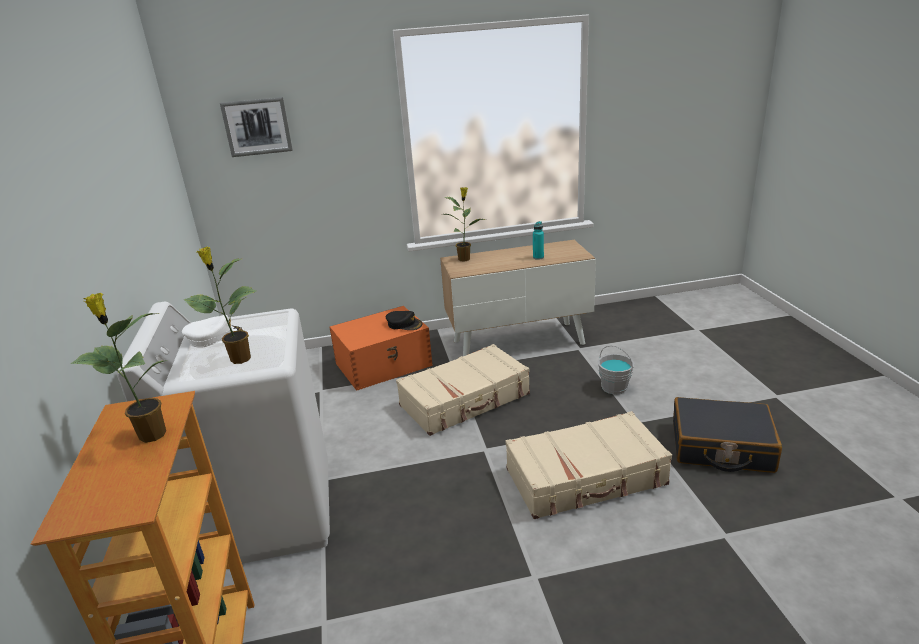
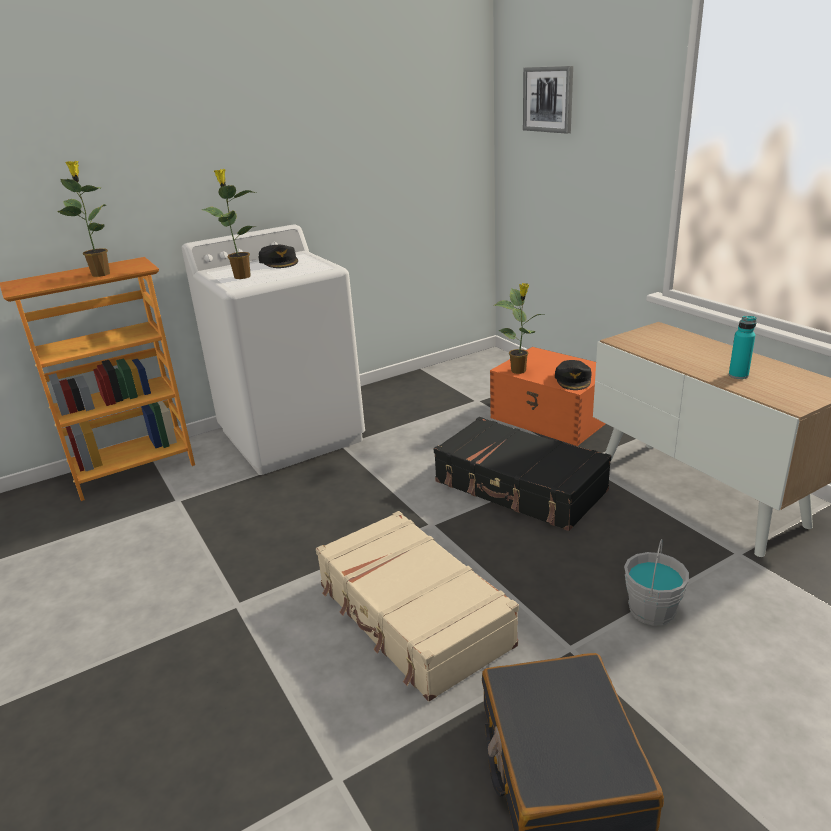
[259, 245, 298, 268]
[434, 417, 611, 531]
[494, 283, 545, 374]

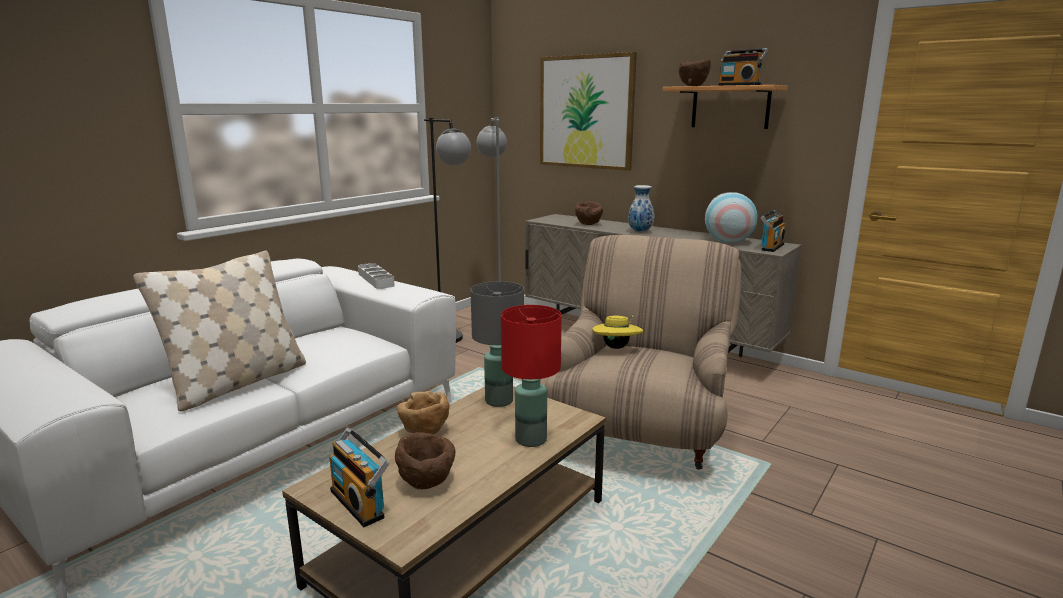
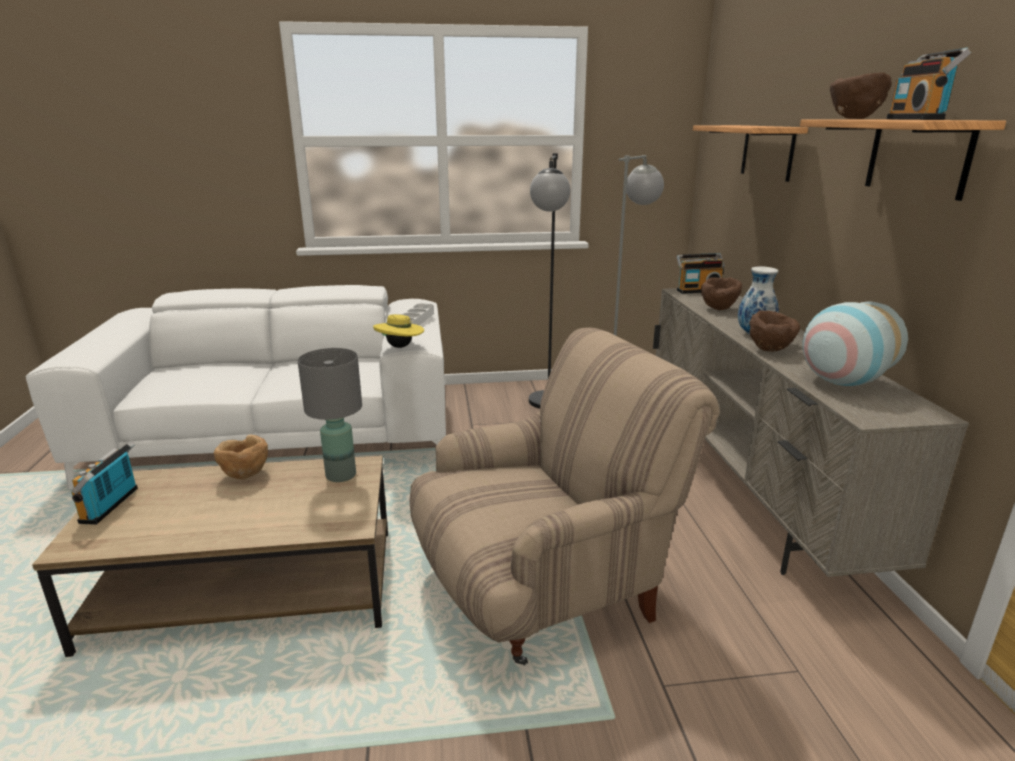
[373, 314, 424, 348]
[676, 253, 725, 294]
[693, 125, 808, 182]
[749, 310, 800, 352]
[133, 250, 306, 411] (first image)
[501, 305, 562, 447] (first image)

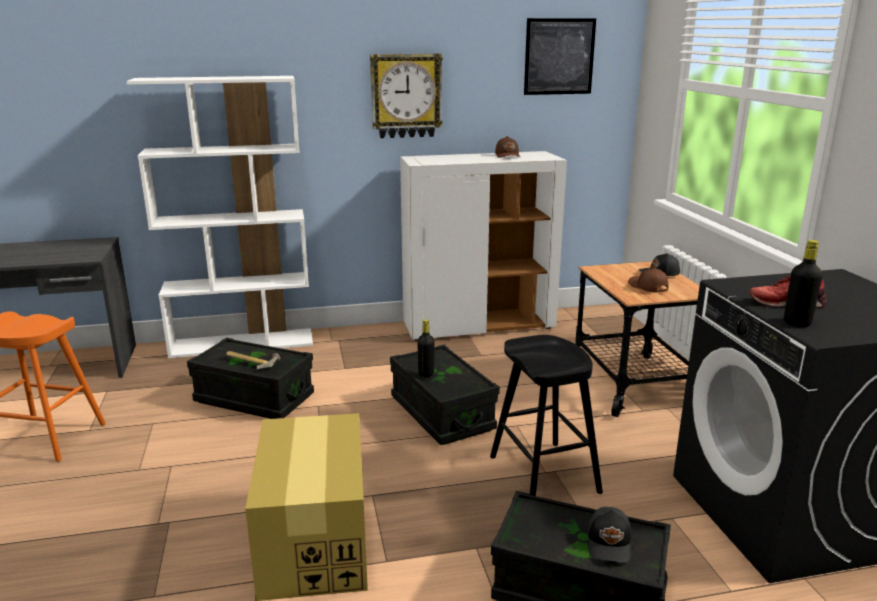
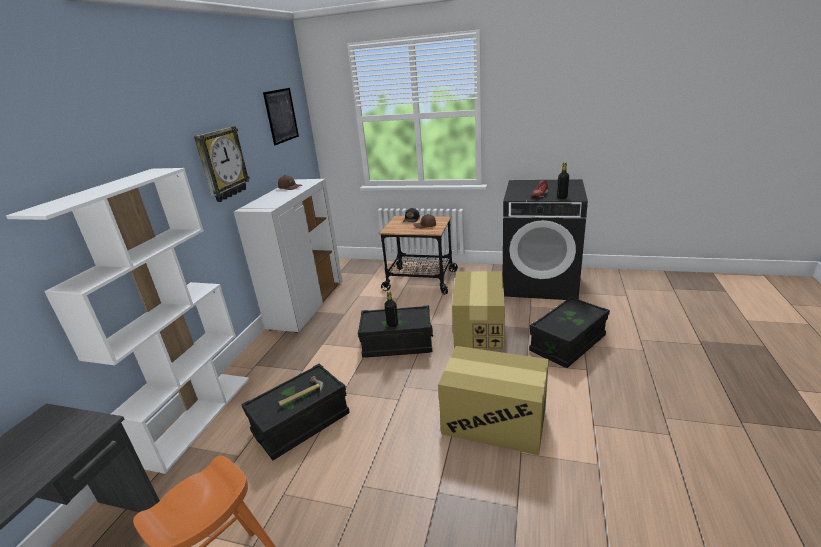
[452, 271, 505, 349]
[588, 507, 631, 563] (first image)

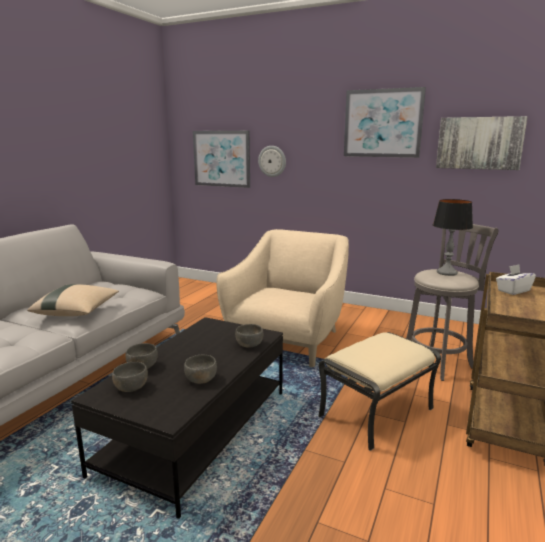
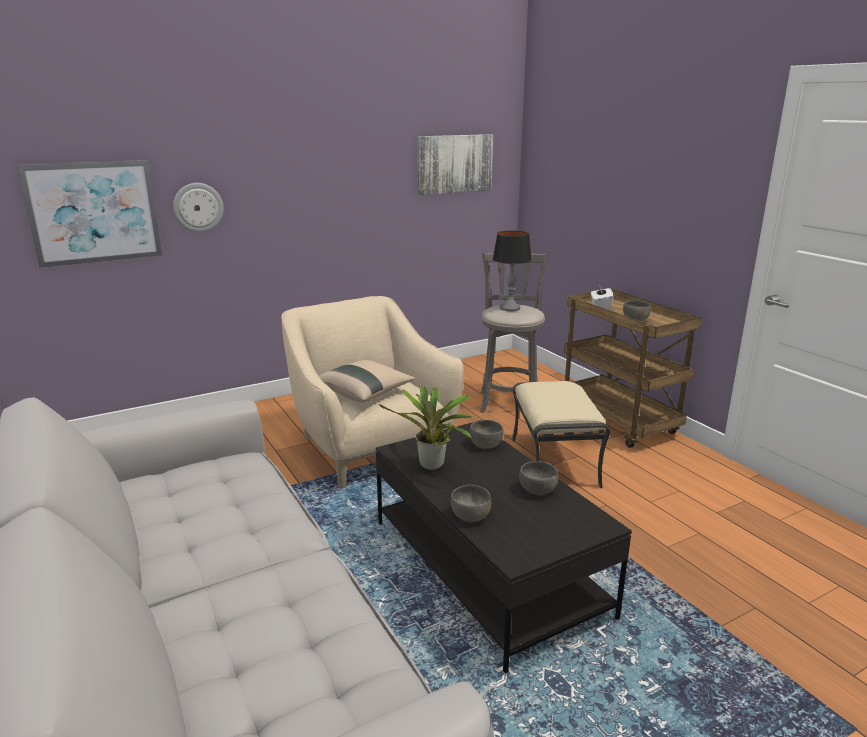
[319, 360, 415, 402]
[379, 386, 472, 470]
[623, 300, 651, 321]
[344, 87, 426, 158] (first image)

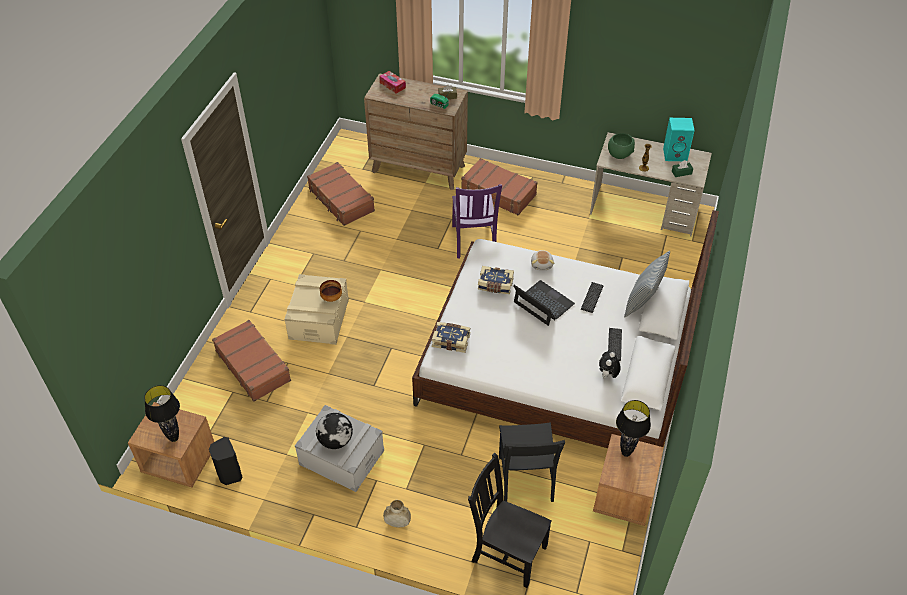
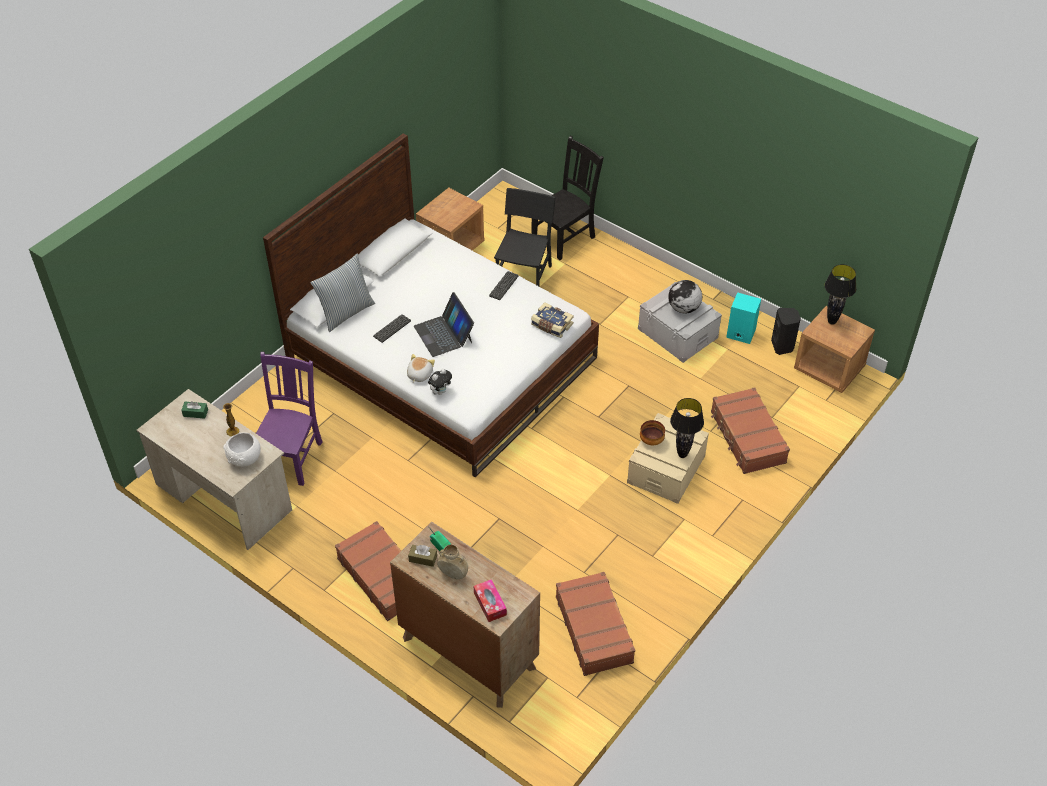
[223, 432, 261, 467]
[256, 352, 323, 486]
[428, 368, 452, 395]
[437, 544, 468, 579]
[489, 271, 519, 300]
[531, 136, 604, 260]
[670, 398, 704, 458]
[726, 292, 761, 344]
[478, 266, 514, 294] (first image)

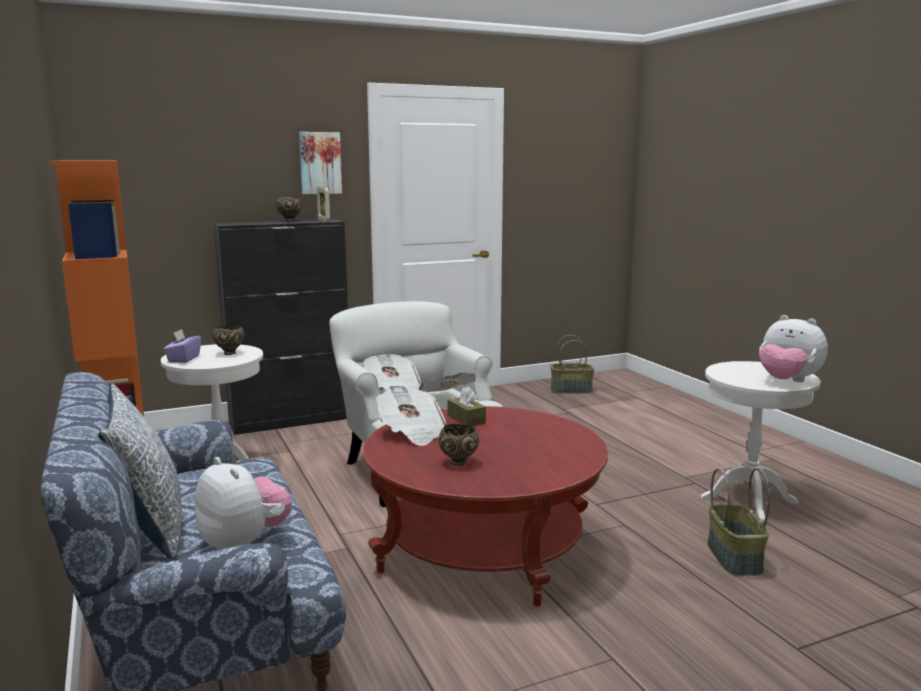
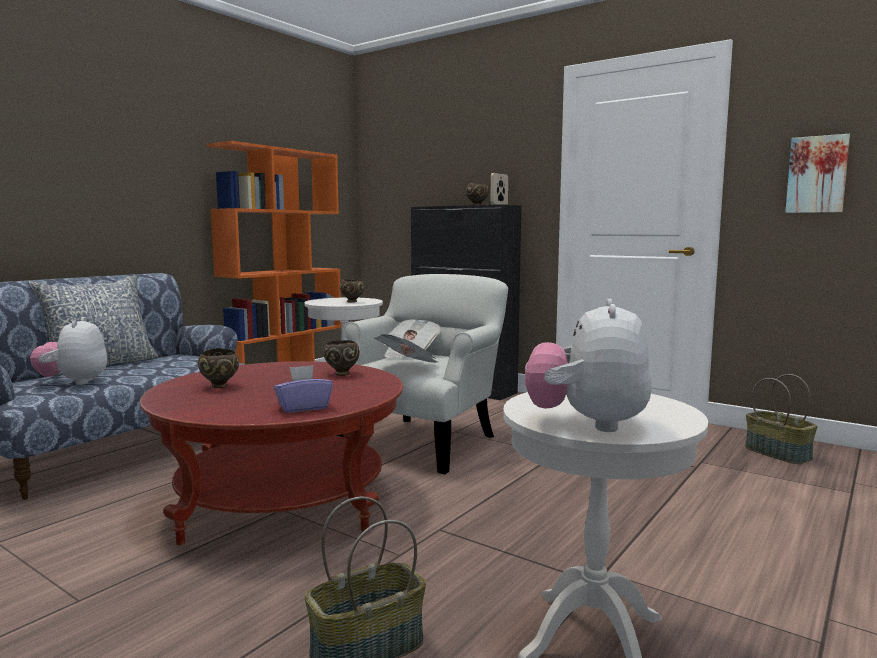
[30, 317, 107, 385]
[274, 365, 333, 413]
[323, 340, 360, 376]
[785, 134, 850, 213]
[376, 384, 446, 446] (first image)

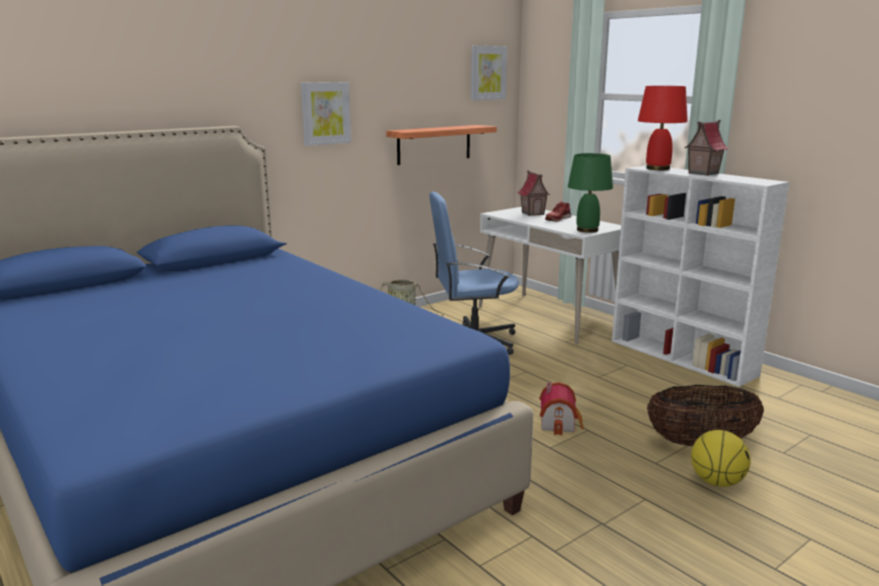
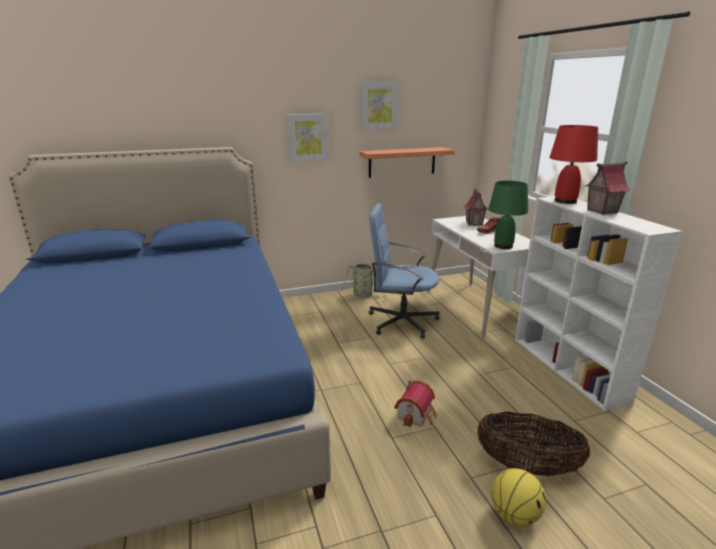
[361, 82, 399, 130]

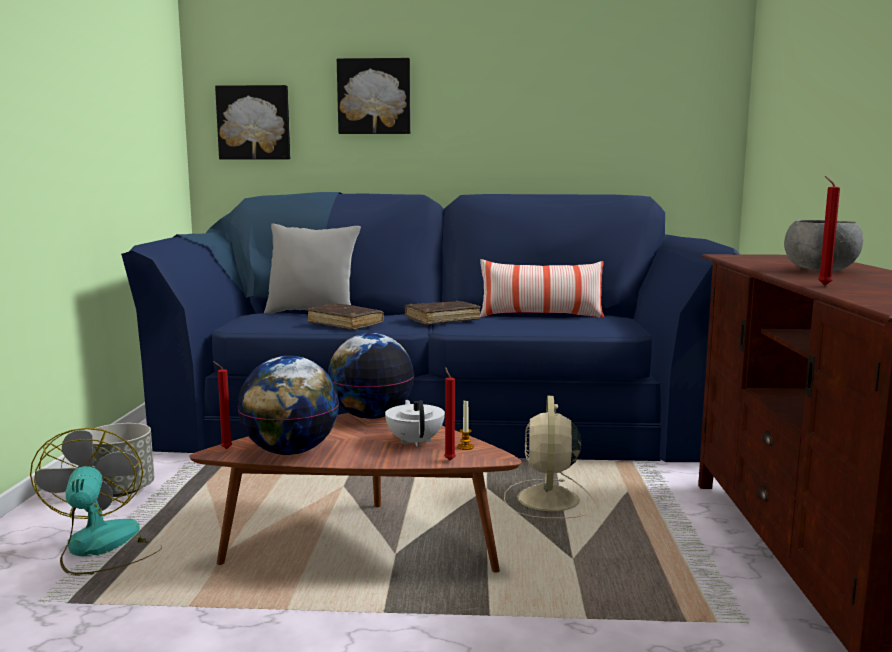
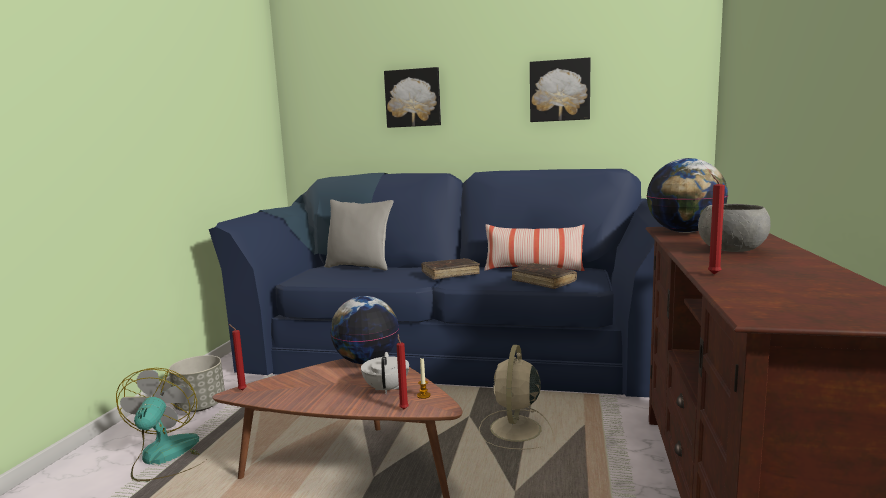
[511, 263, 577, 289]
[530, 58, 590, 122]
[646, 158, 728, 233]

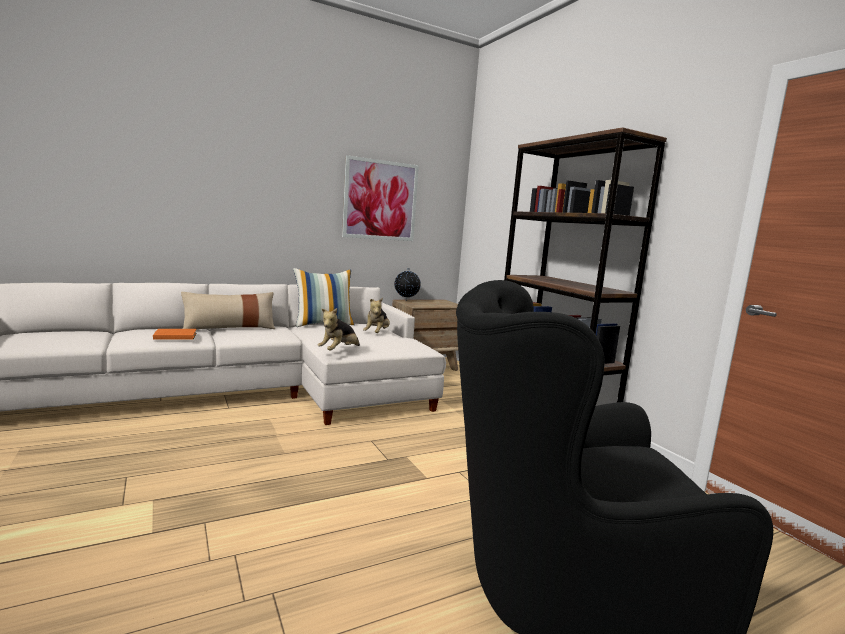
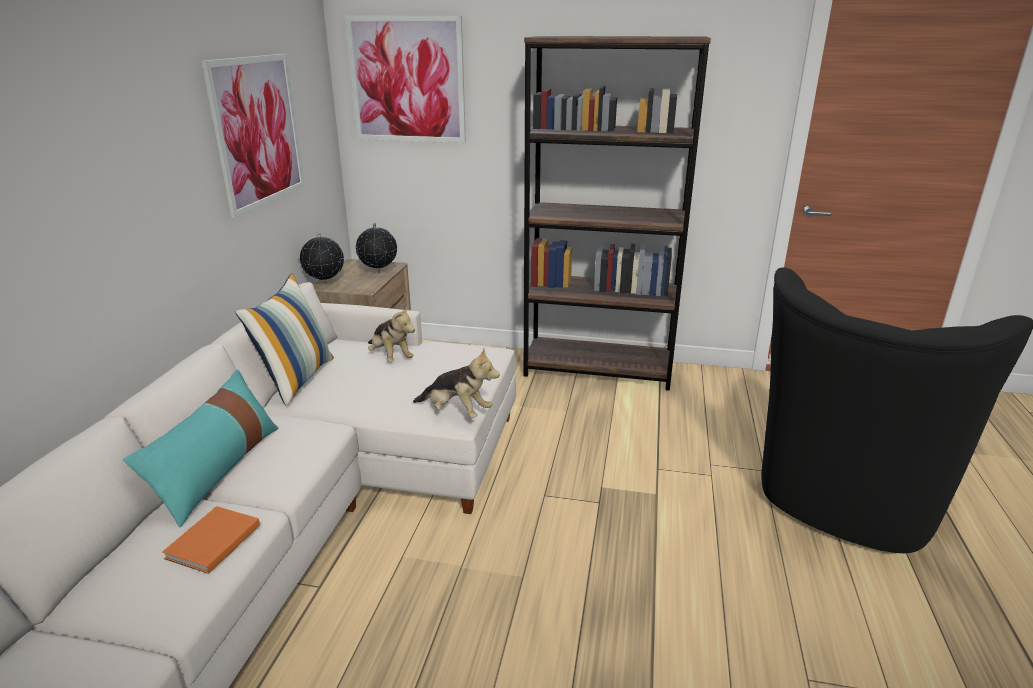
[123, 369, 279, 527]
[345, 16, 466, 143]
[356, 223, 397, 273]
[413, 348, 500, 418]

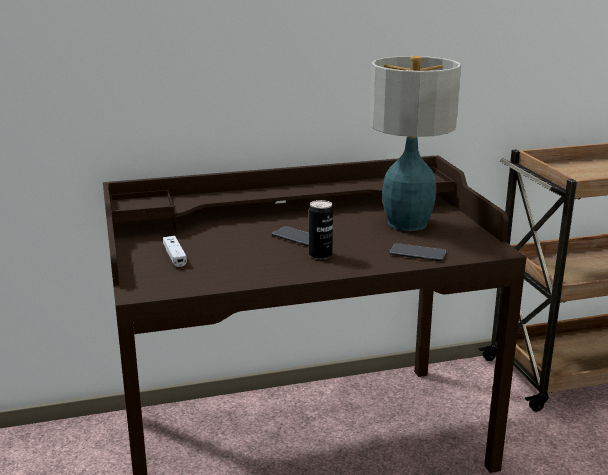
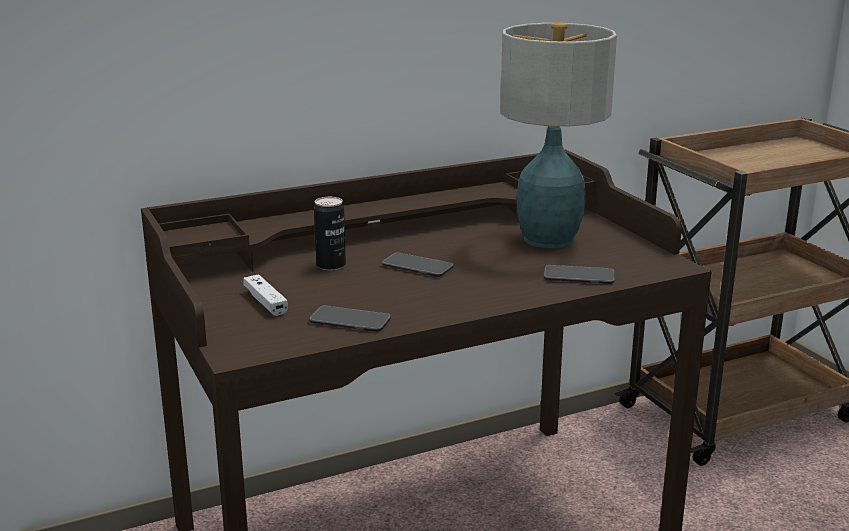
[309, 305, 391, 332]
[314, 197, 346, 271]

